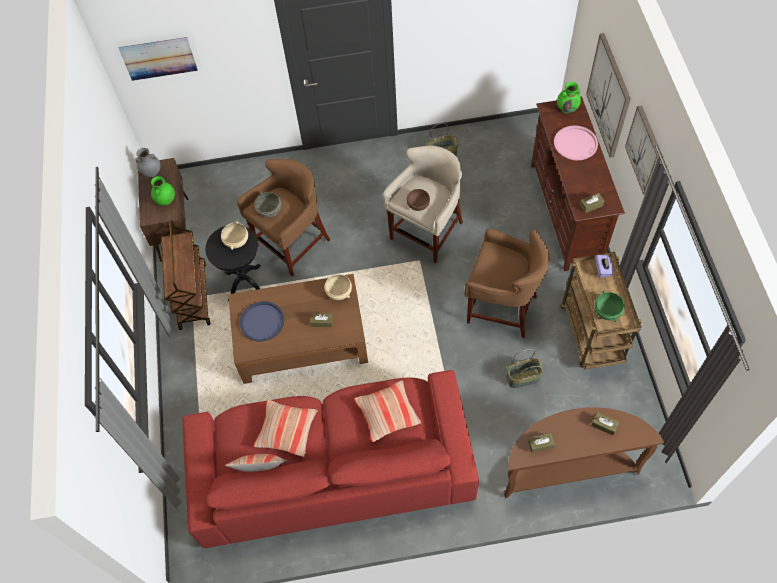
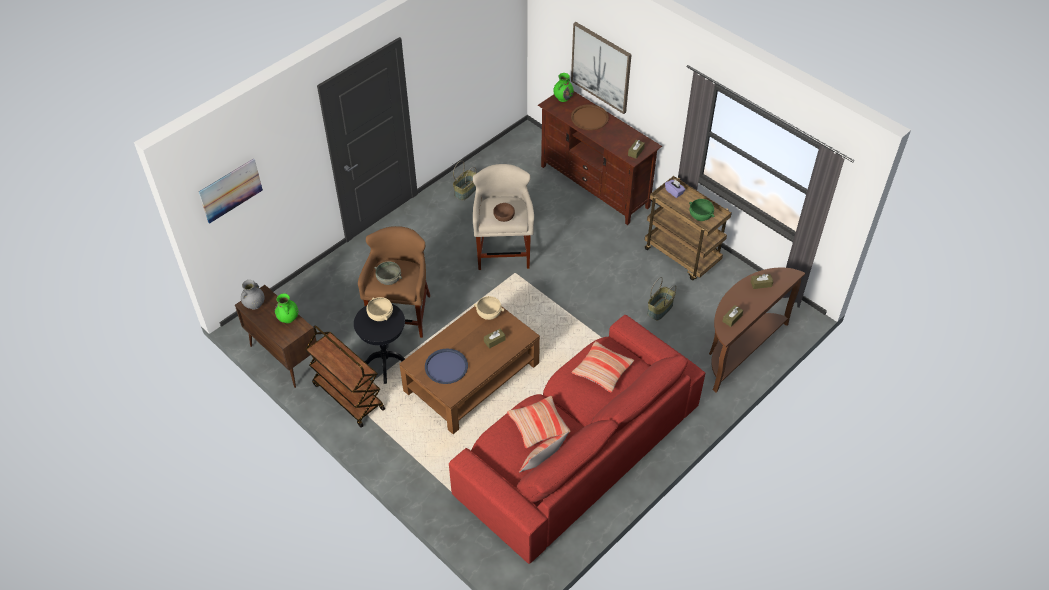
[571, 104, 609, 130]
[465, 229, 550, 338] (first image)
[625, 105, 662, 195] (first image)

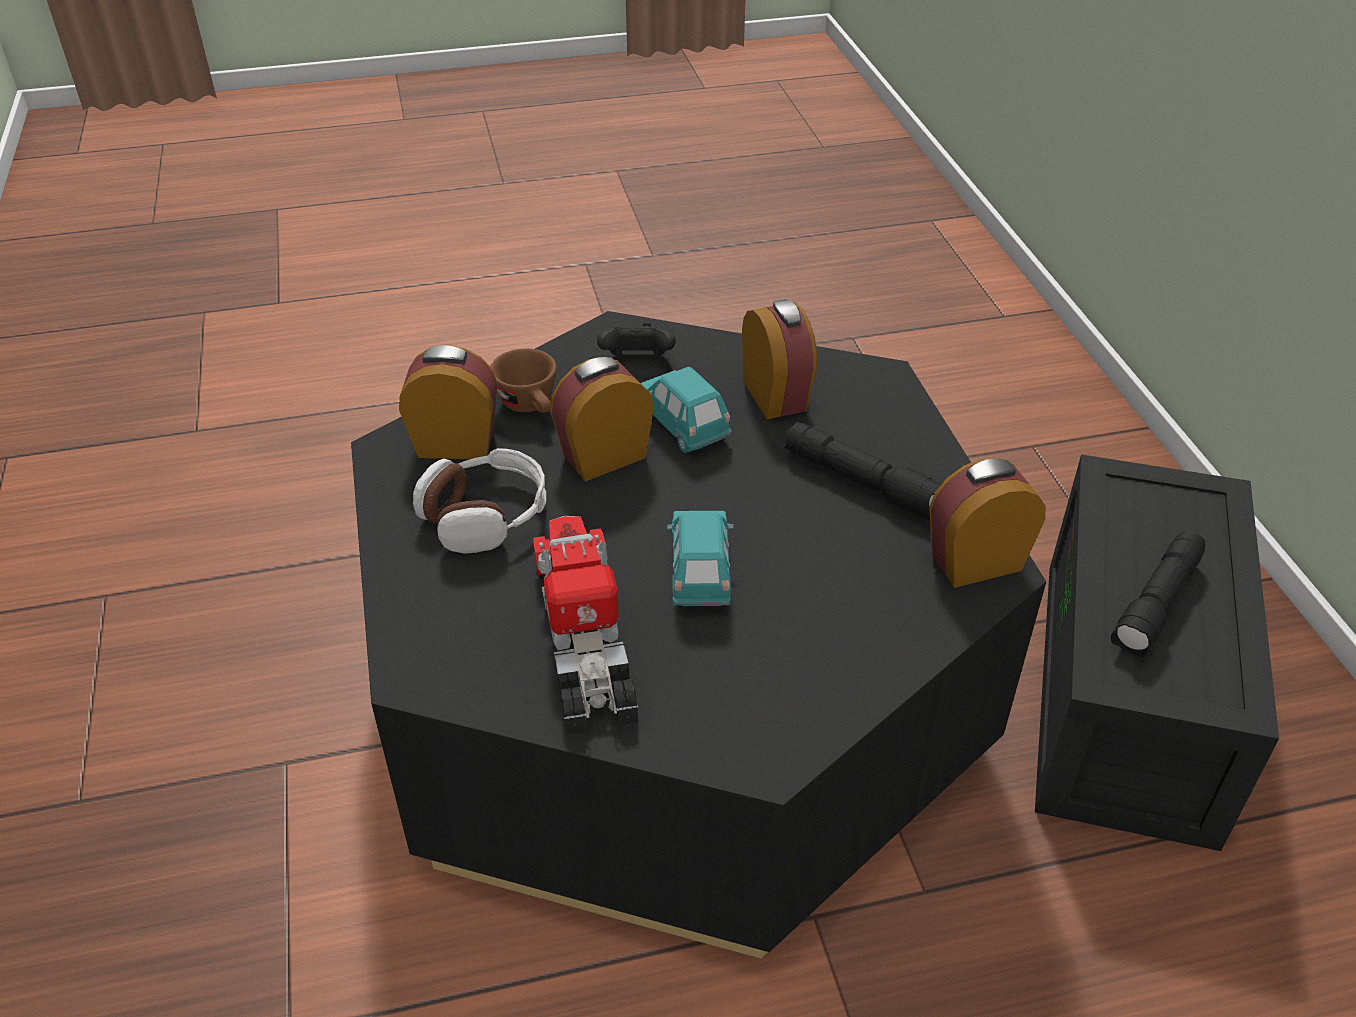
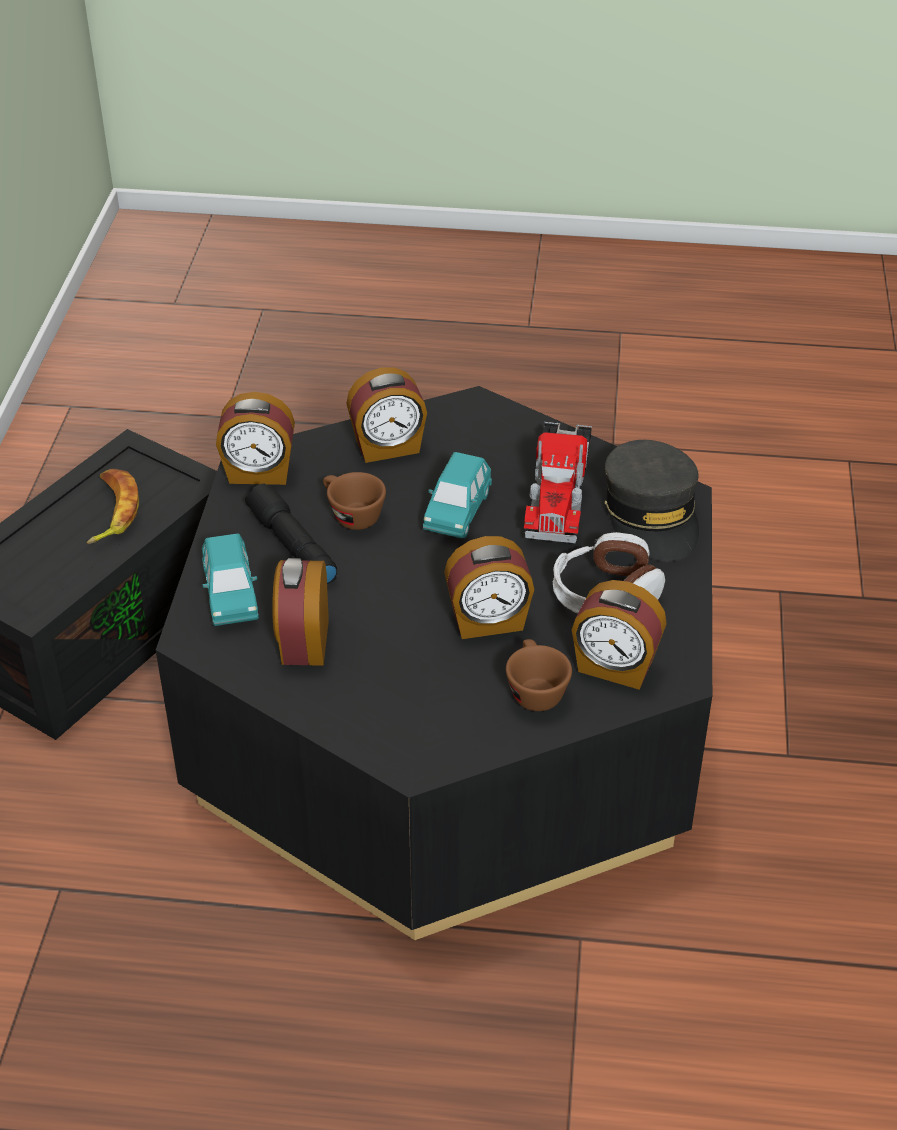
[87, 469, 139, 544]
[202, 534, 259, 626]
[323, 472, 386, 530]
[346, 367, 427, 463]
[605, 440, 699, 561]
[597, 323, 676, 356] (first image)

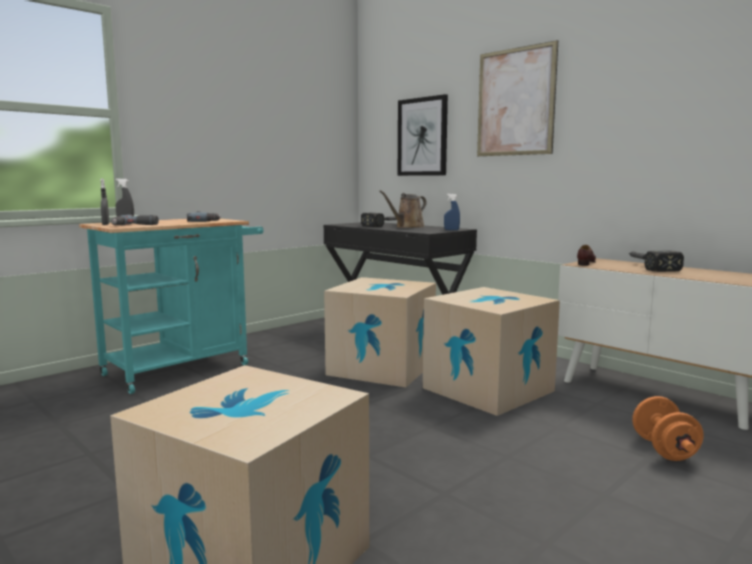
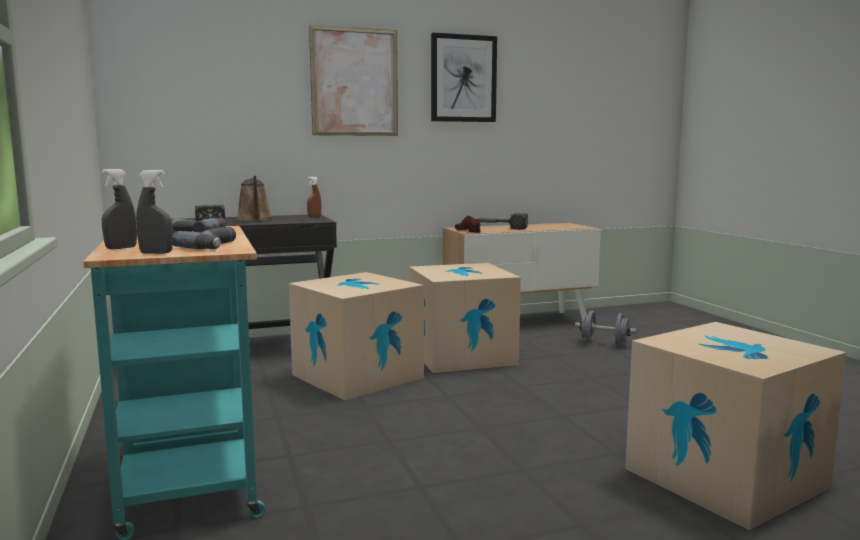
[307, 177, 321, 217]
[431, 33, 497, 122]
[575, 311, 637, 346]

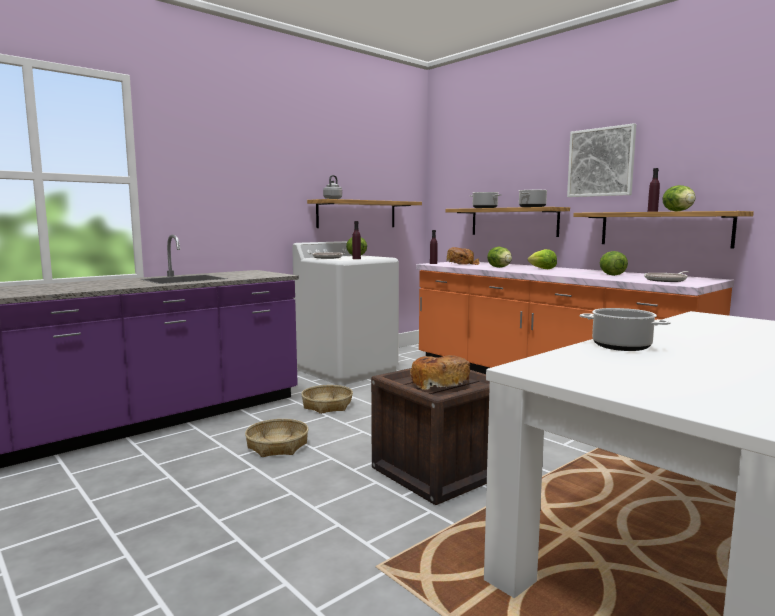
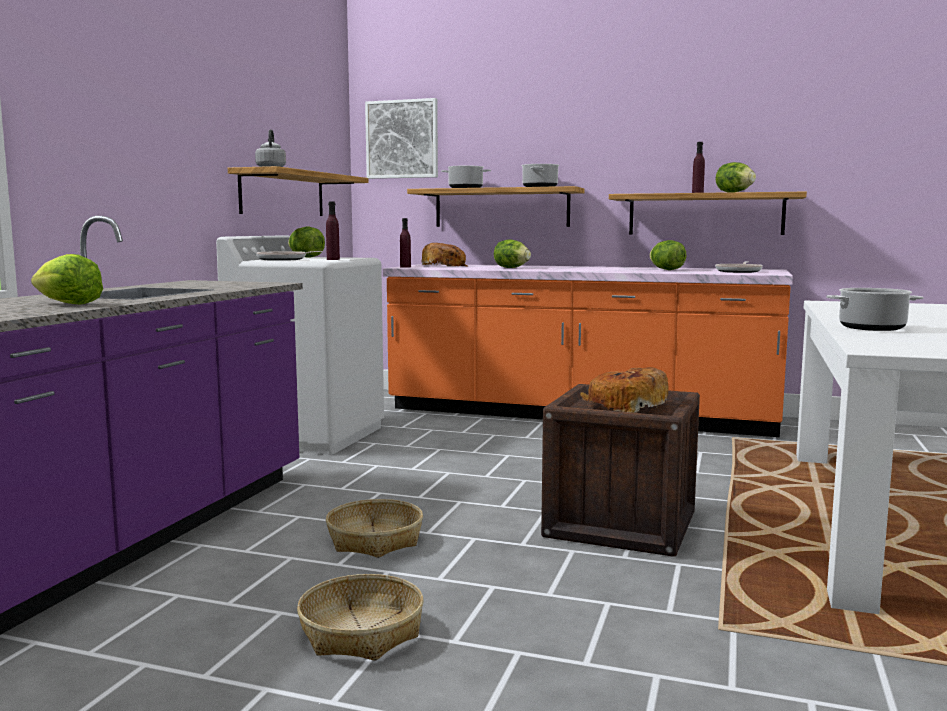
[31, 254, 103, 305]
[297, 574, 424, 661]
[365, 98, 438, 179]

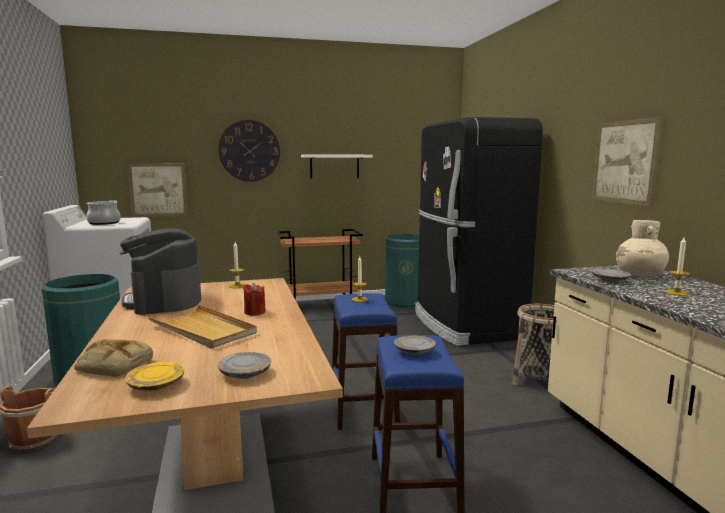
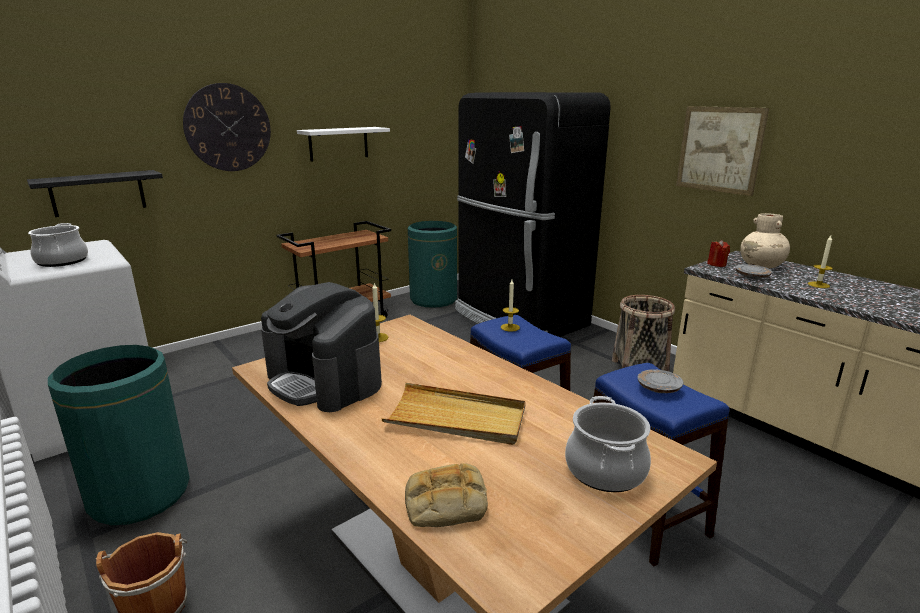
[27, 170, 163, 217]
[565, 396, 651, 492]
[707, 240, 730, 267]
[125, 362, 185, 391] (first image)

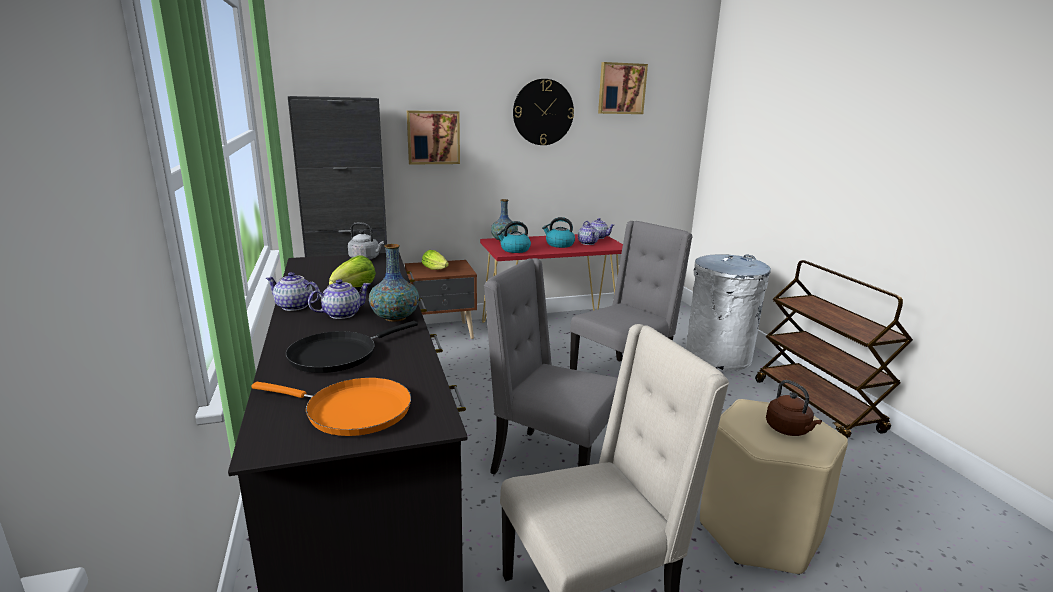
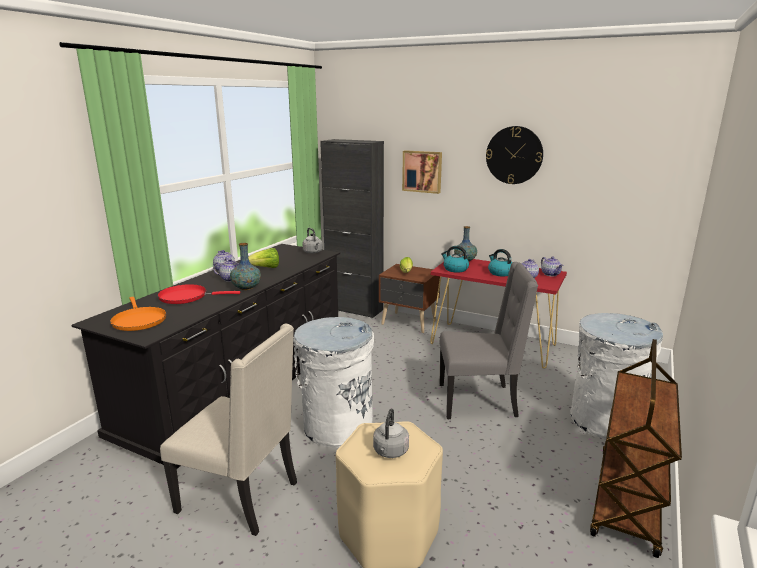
[157, 284, 240, 304]
[293, 317, 374, 447]
[373, 408, 409, 458]
[598, 62, 648, 114] (first image)

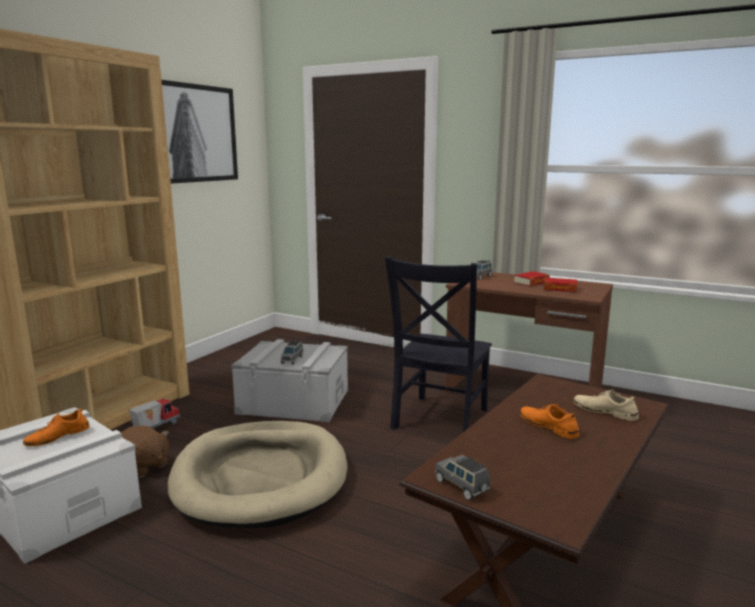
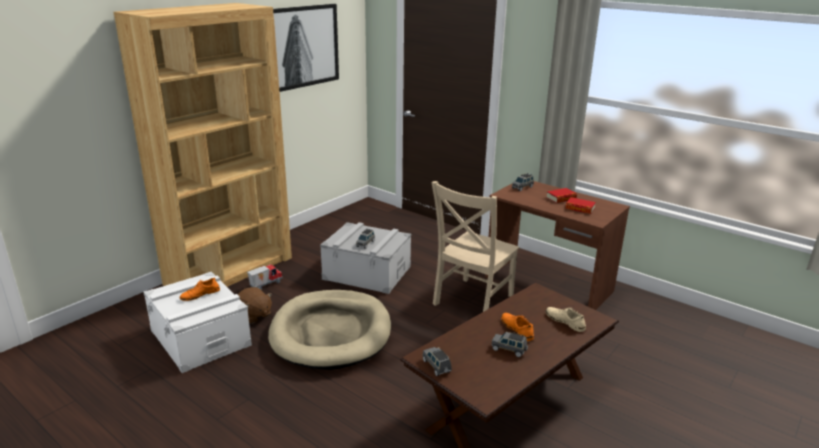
[431, 181, 519, 312]
[491, 332, 528, 357]

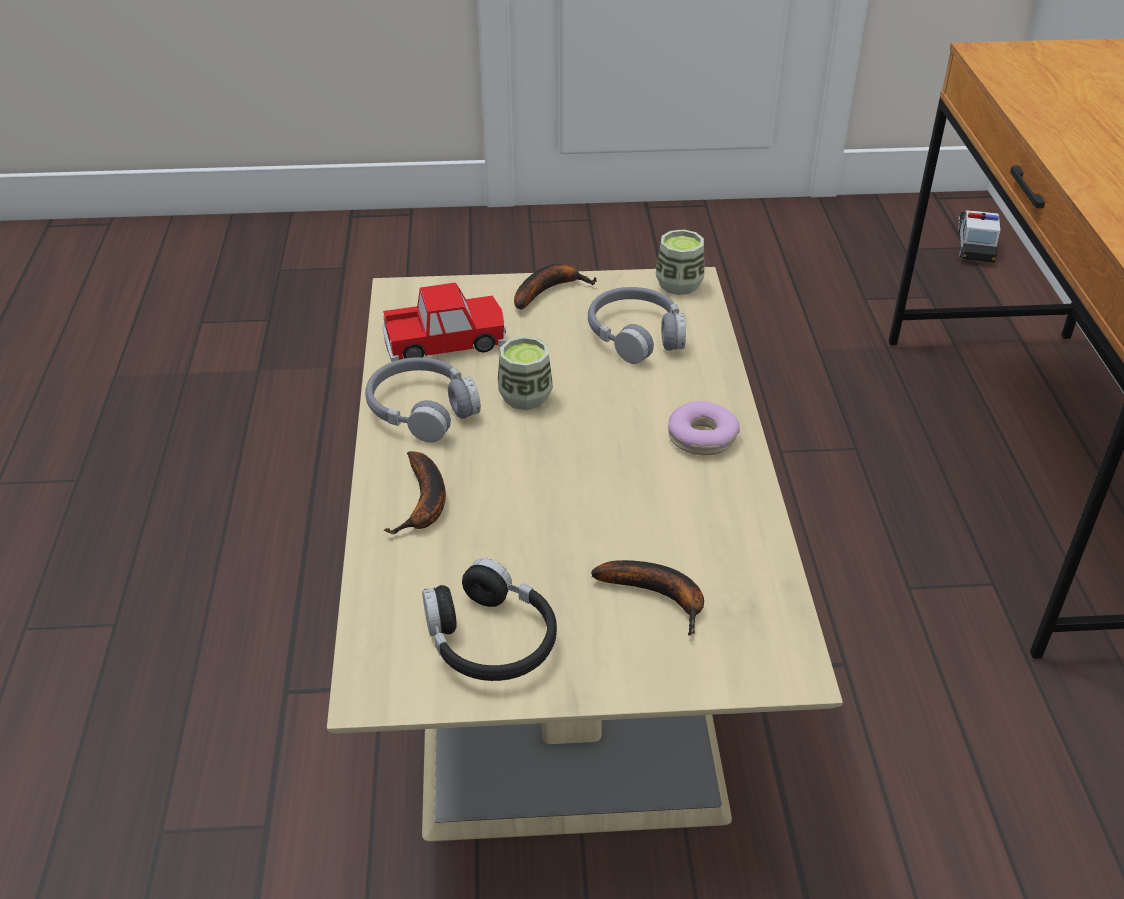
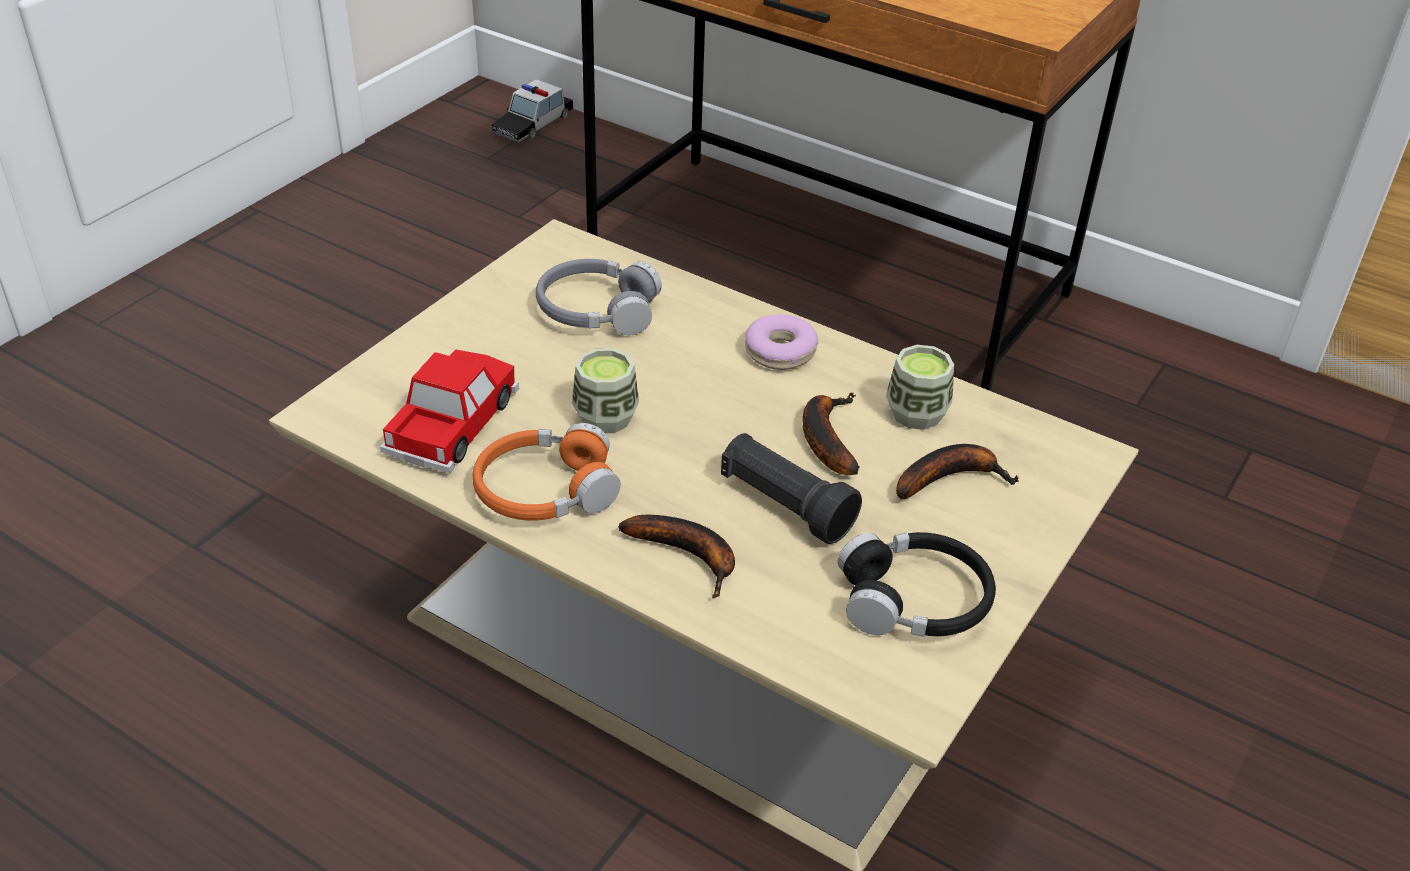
[472, 423, 621, 521]
[491, 79, 573, 142]
[721, 433, 862, 544]
[803, 392, 860, 475]
[886, 345, 954, 430]

